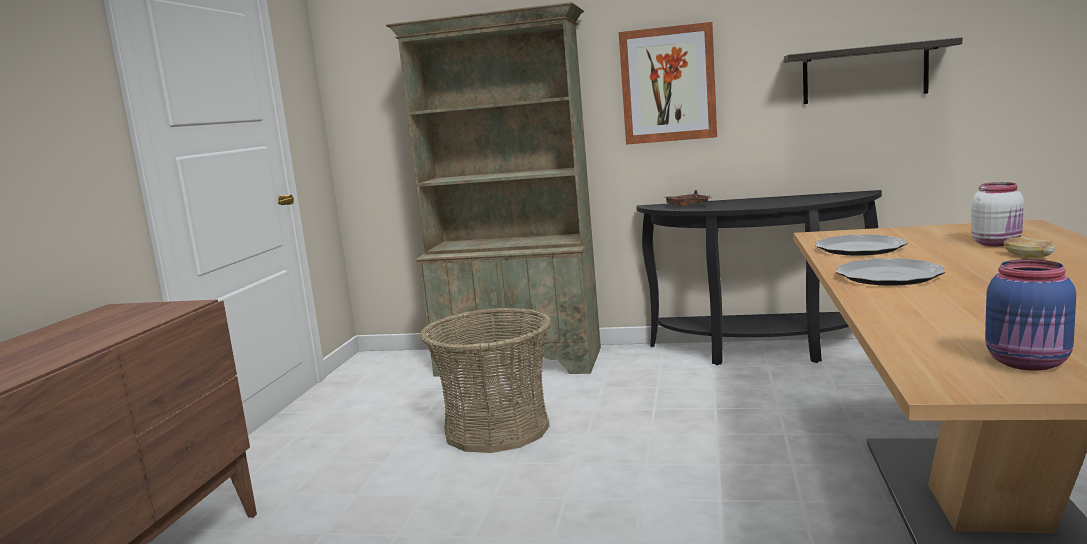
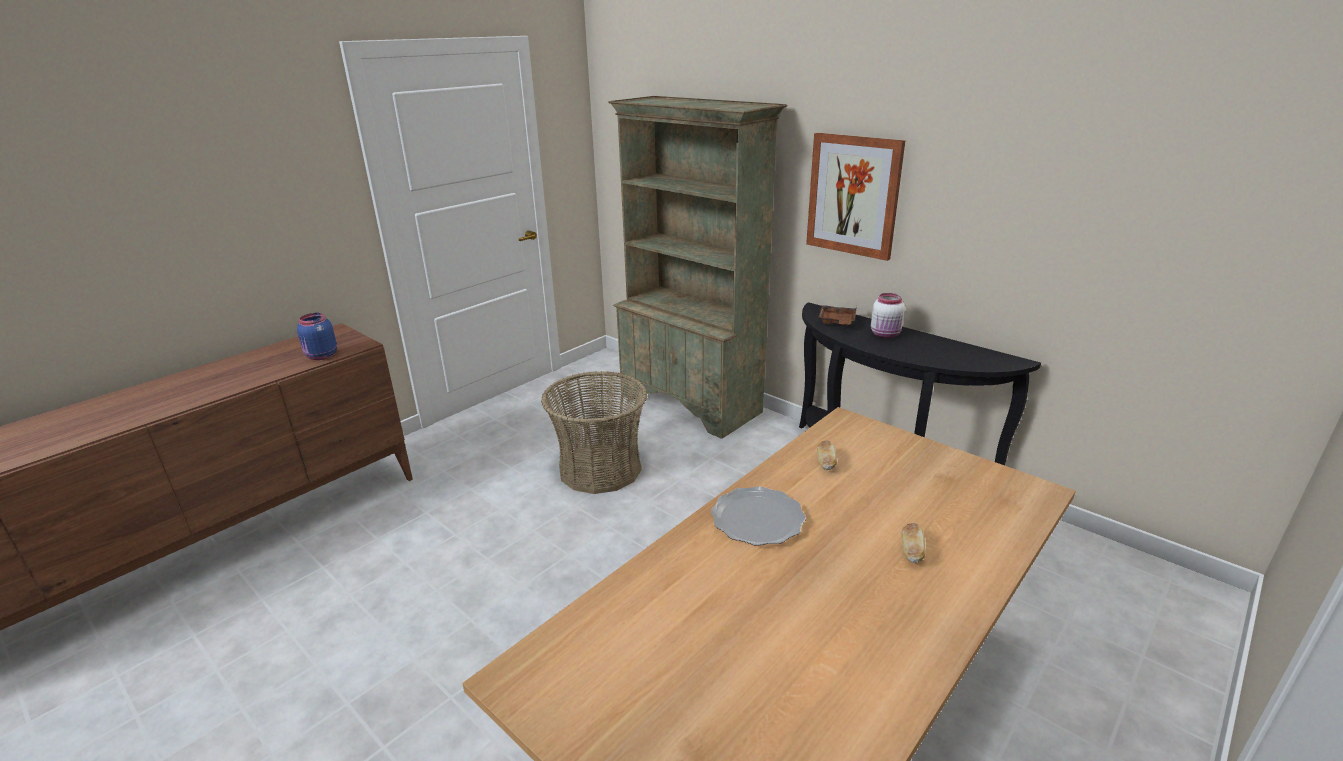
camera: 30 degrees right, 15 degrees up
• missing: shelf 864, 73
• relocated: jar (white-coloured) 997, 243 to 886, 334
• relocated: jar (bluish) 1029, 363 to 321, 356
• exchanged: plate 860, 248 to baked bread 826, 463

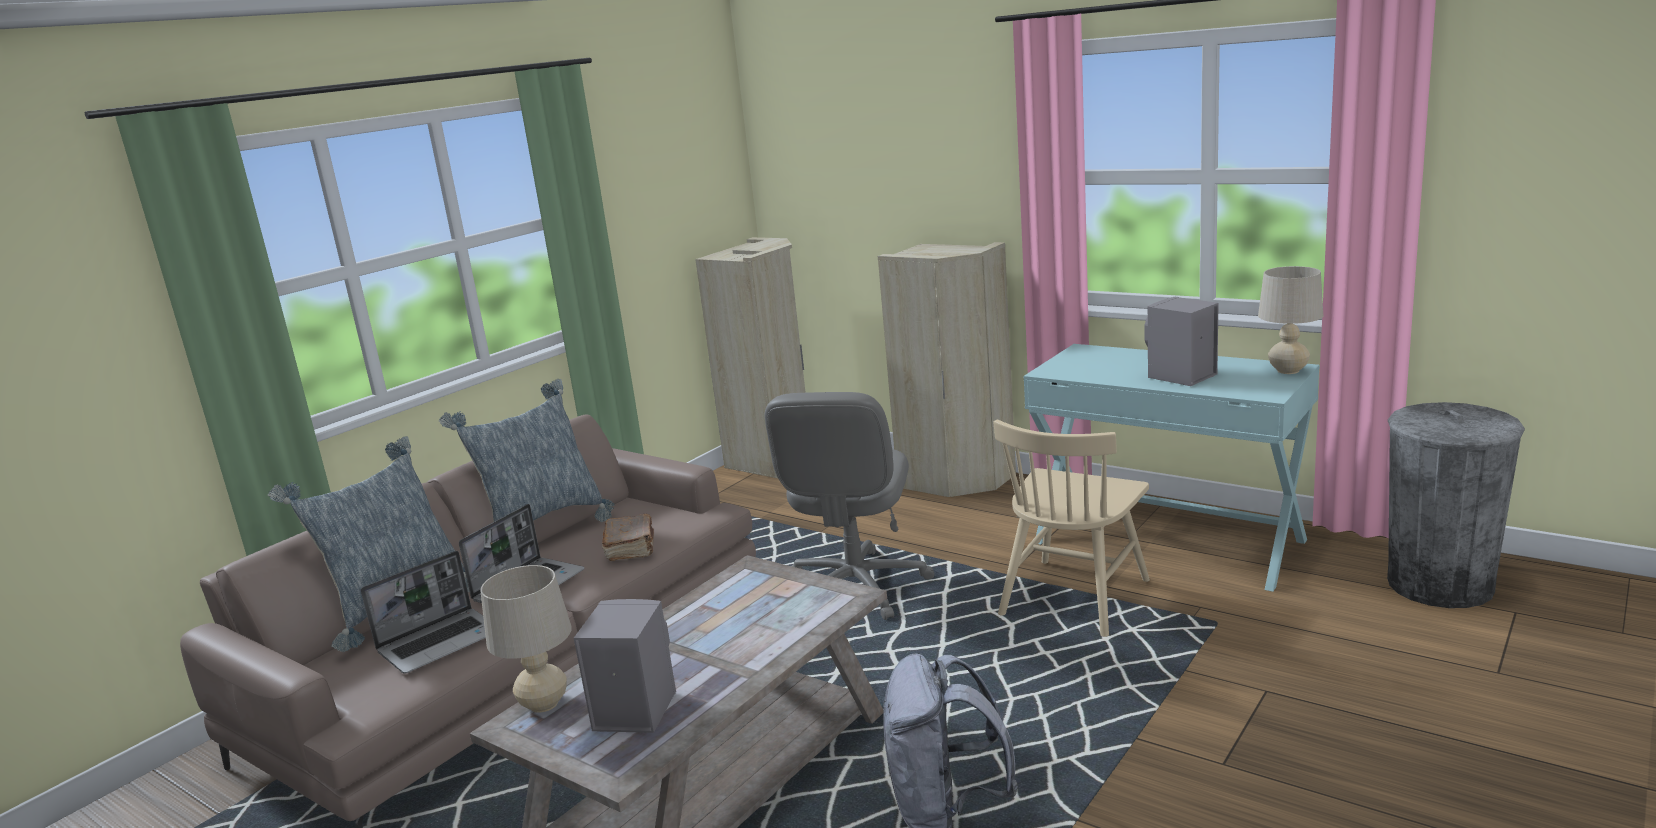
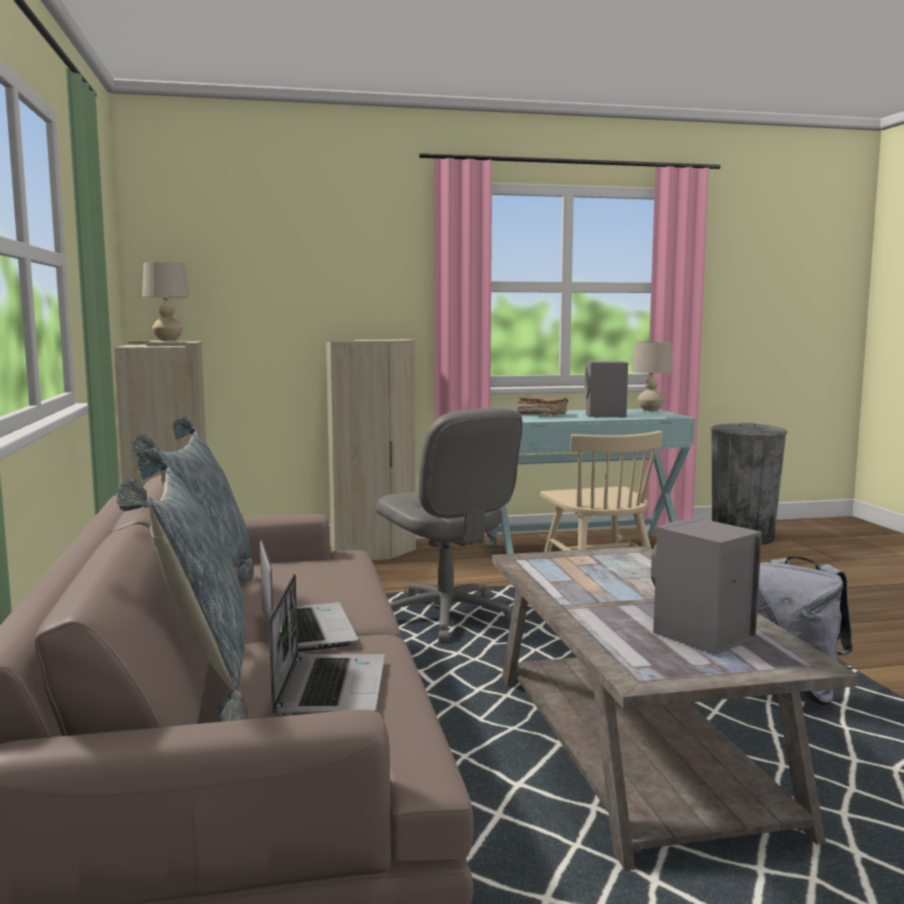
camera: 50 degrees left, 10 degrees down
• relocated: table lamp (beige-coloured) 543, 704 to 168, 340
• relocated: bound book (brownish) 631, 548 to 541, 415

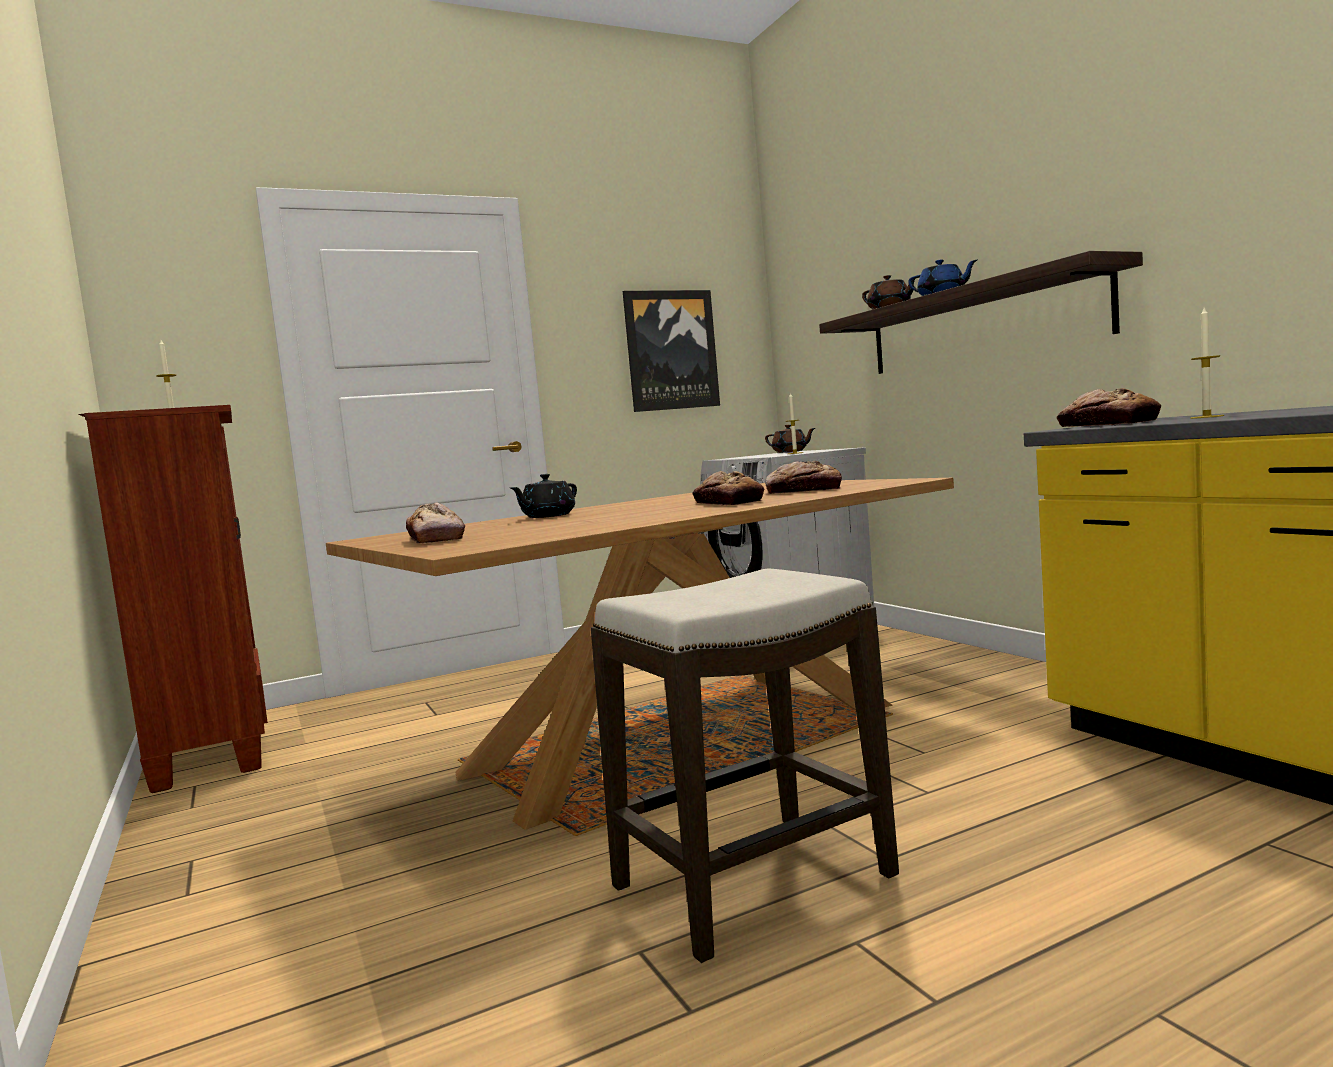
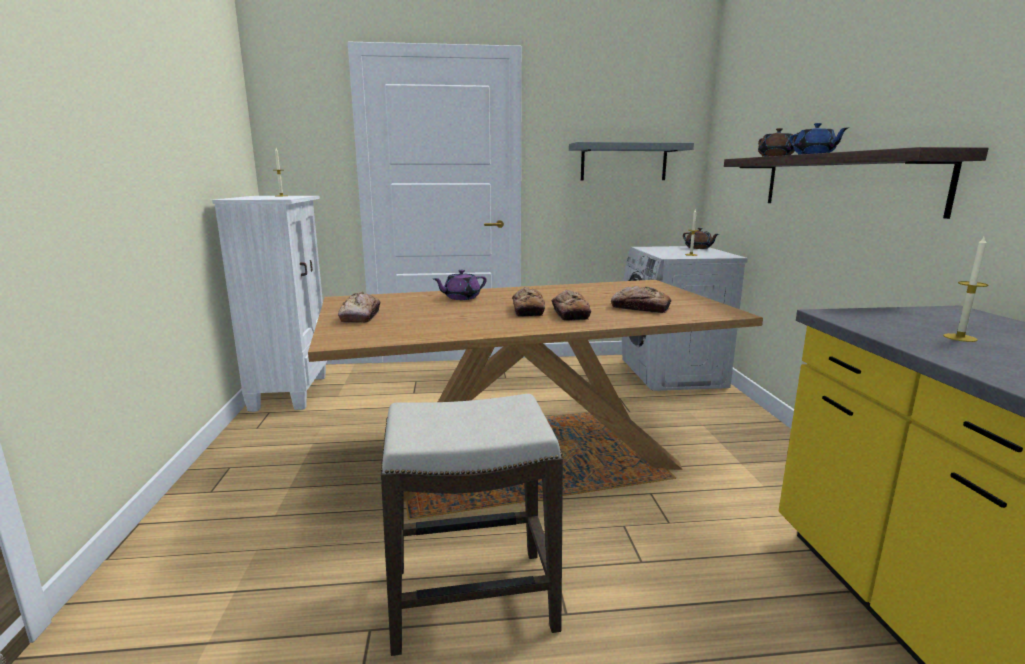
camera: 20 degrees right, 10 degrees up
• relocated: baked bread 1107, 424 to 527, 310
• exchanged: wall art 671, 350 to shelf (greyish) 623, 162
• colour: storage cabinet (brownish) 214, 756 to storage cabinet (white-coloured) 292, 393
• colour: teapot (black-coloured) 547, 516 to teapot (purple) 461, 298

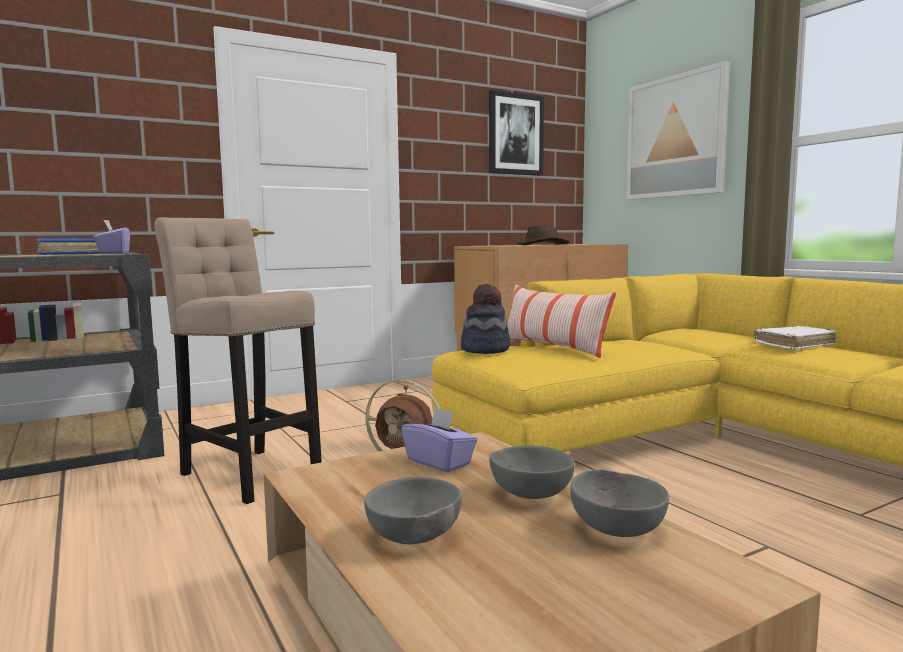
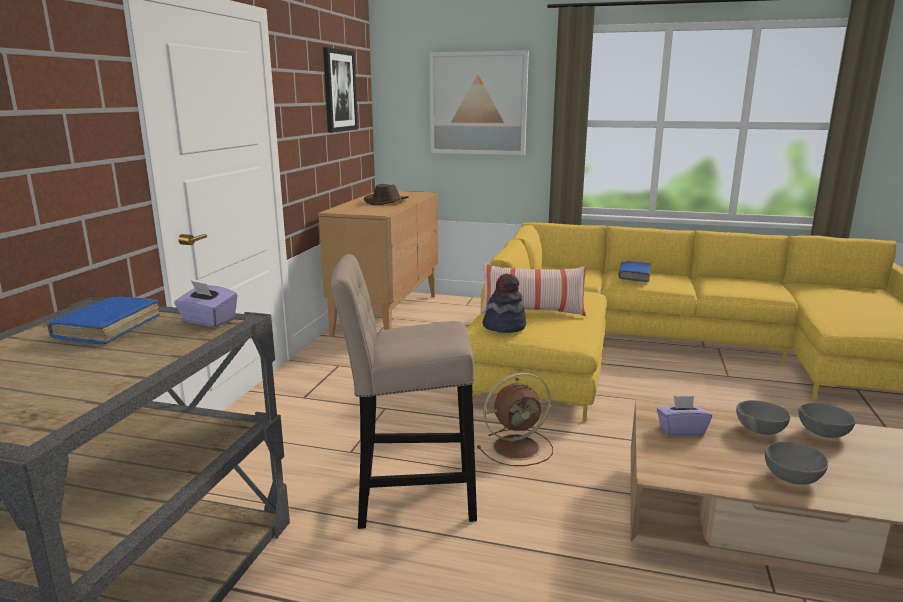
camera: 45 degrees left, 10 degrees up
• colour: bound book (white-coloured) 794, 345 to bound book (bluish) 634, 276

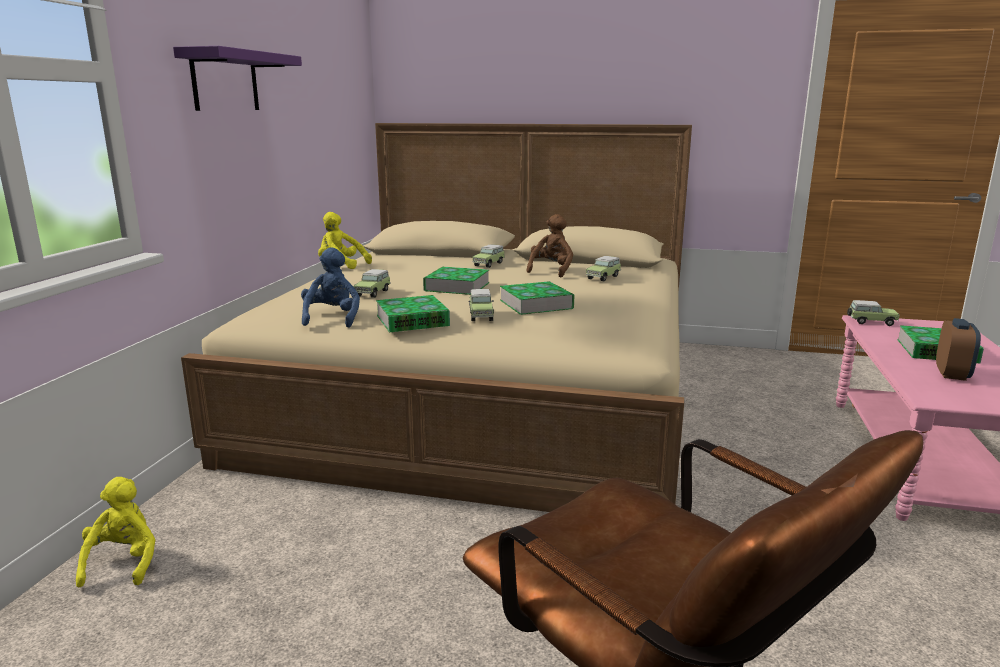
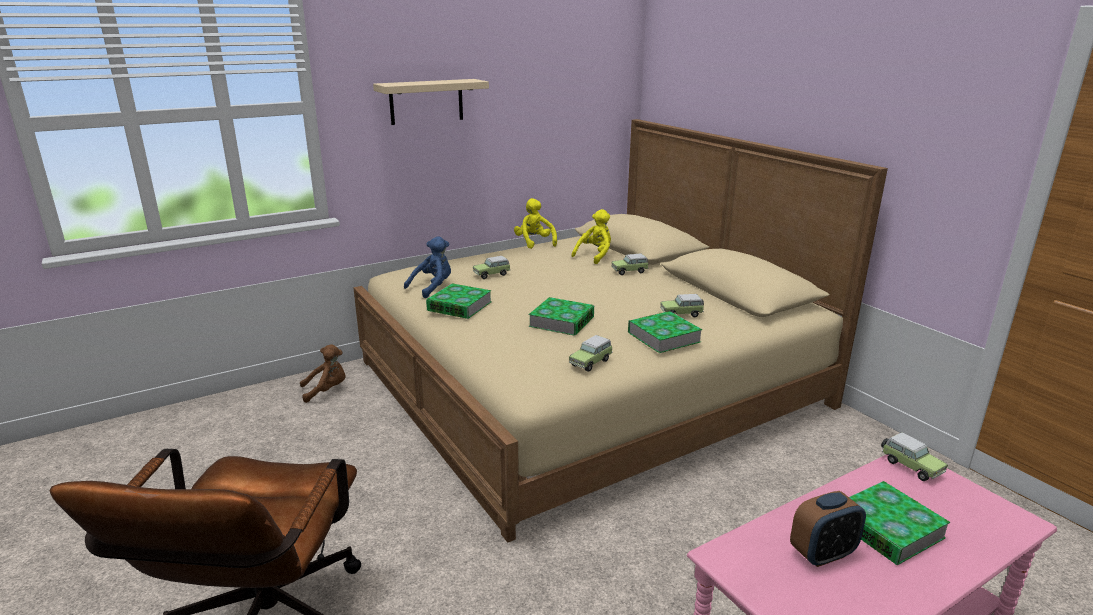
camera: 45 degrees right, 5 degrees up
• relocated: plush toy (yellow) 123, 562 to 595, 256
• relocated: bound book 457, 286 to 663, 337
• relocated: toy car 481, 315 to 591, 362
• relocated: plush toy (brownish) 551, 270 to 327, 390
• colour: shelf (purple) 225, 81 to shelf (beige-coloured) 426, 101

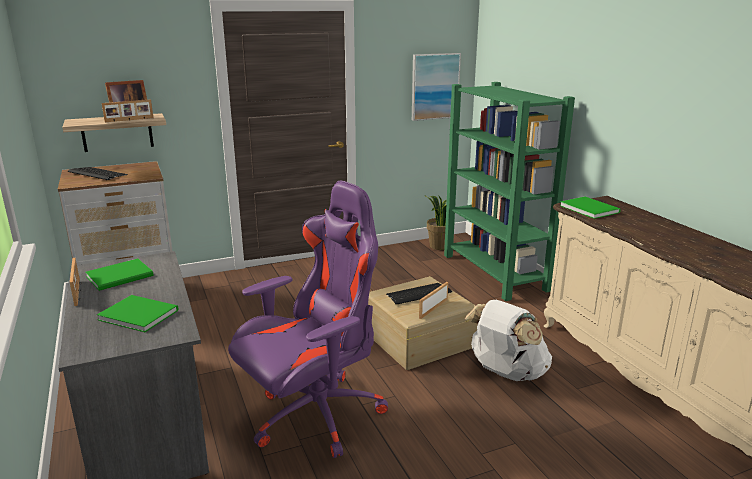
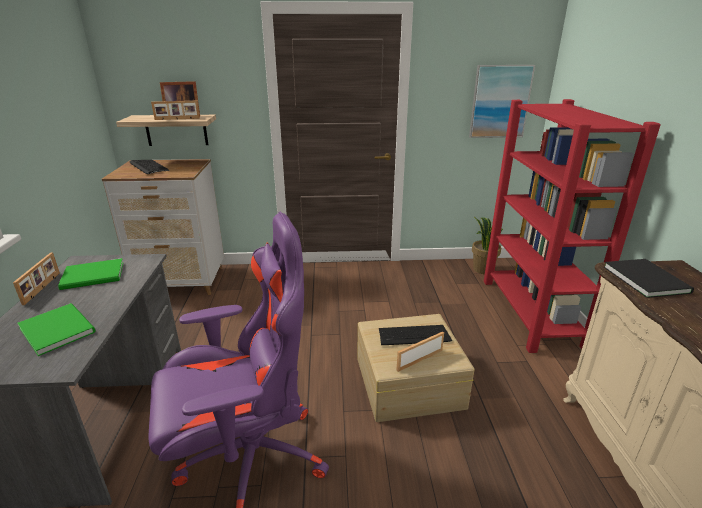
camera: 20 degrees right, 5 degrees up
• missing: backpack (white-coloured) 506, 373
• colour: bookshelf (green) 494, 272 to bookshelf (red) 531, 312
• colour: bound book (green) 589, 208 to bound book (black-coloured) 645, 278

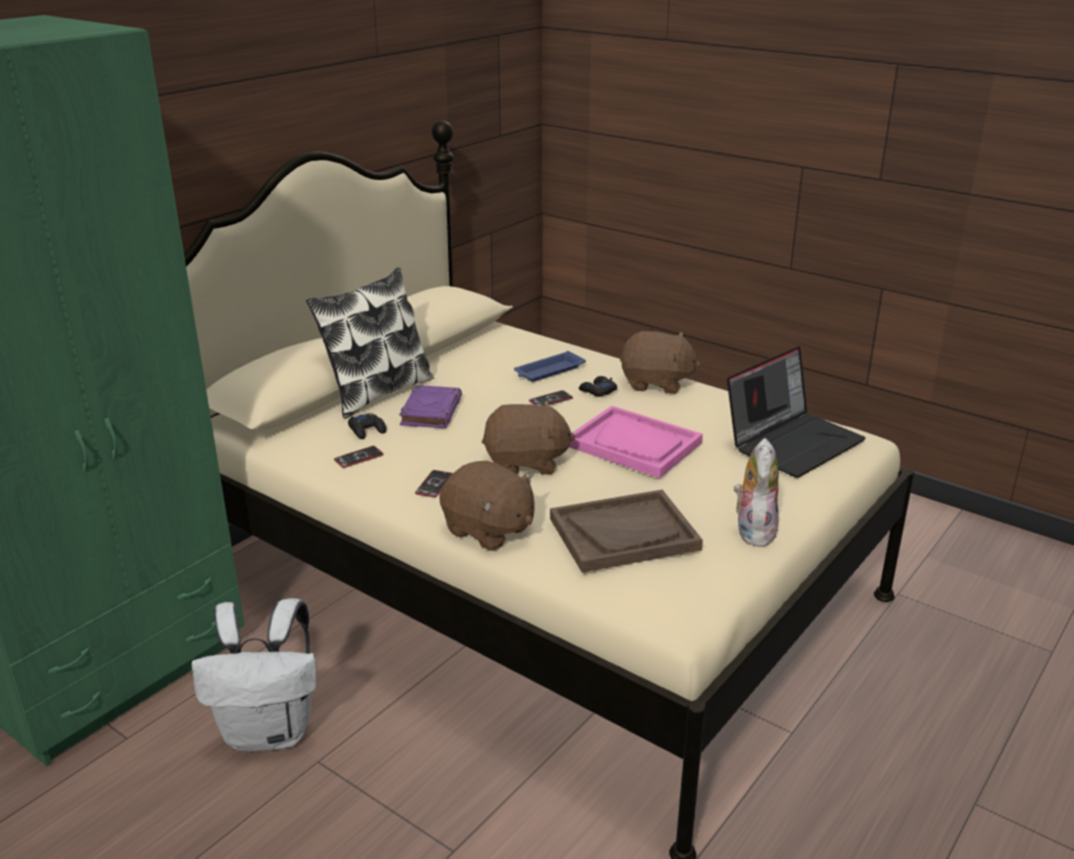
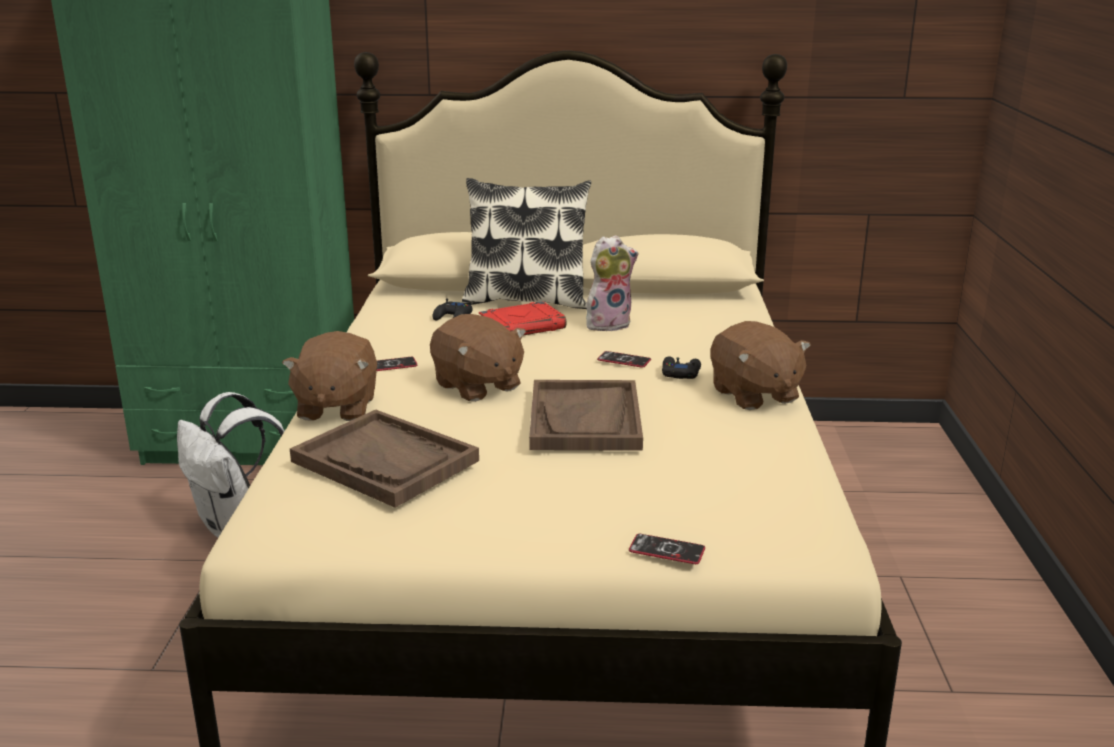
camera: 55 degrees right, 5 degrees down
• missing: tray (bluish) 548, 371
• missing: laptop 793, 442
• relocated: handset 359, 457 to 666, 550
• relocated: plush toy 752, 531 to 608, 324
• colour: bound book (purple) 431, 411 to bound book (red) 523, 326
• colour: tray (pink) 634, 444 to tray (brownish) 585, 419

